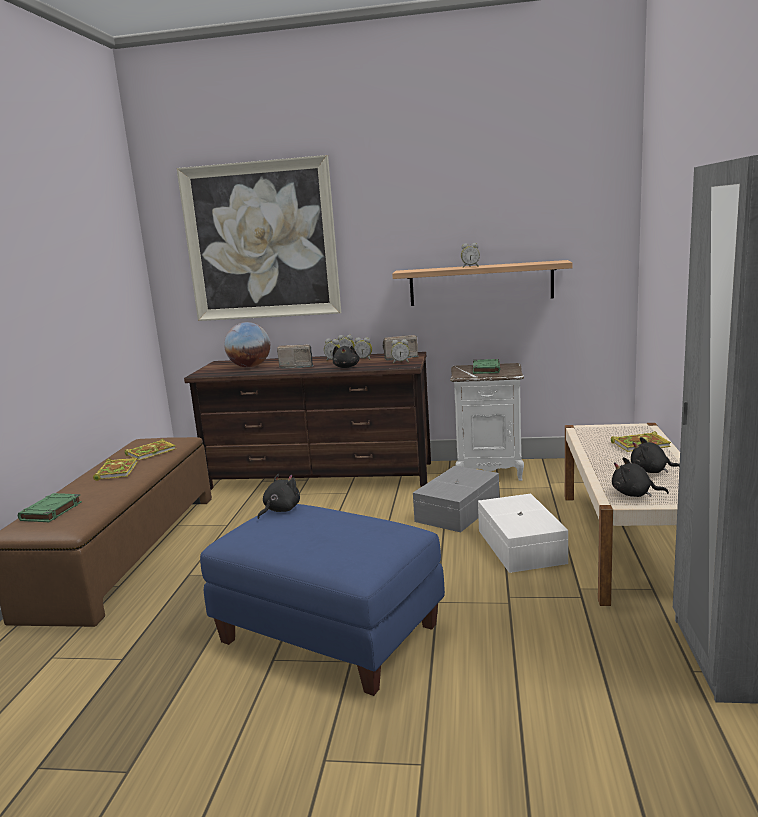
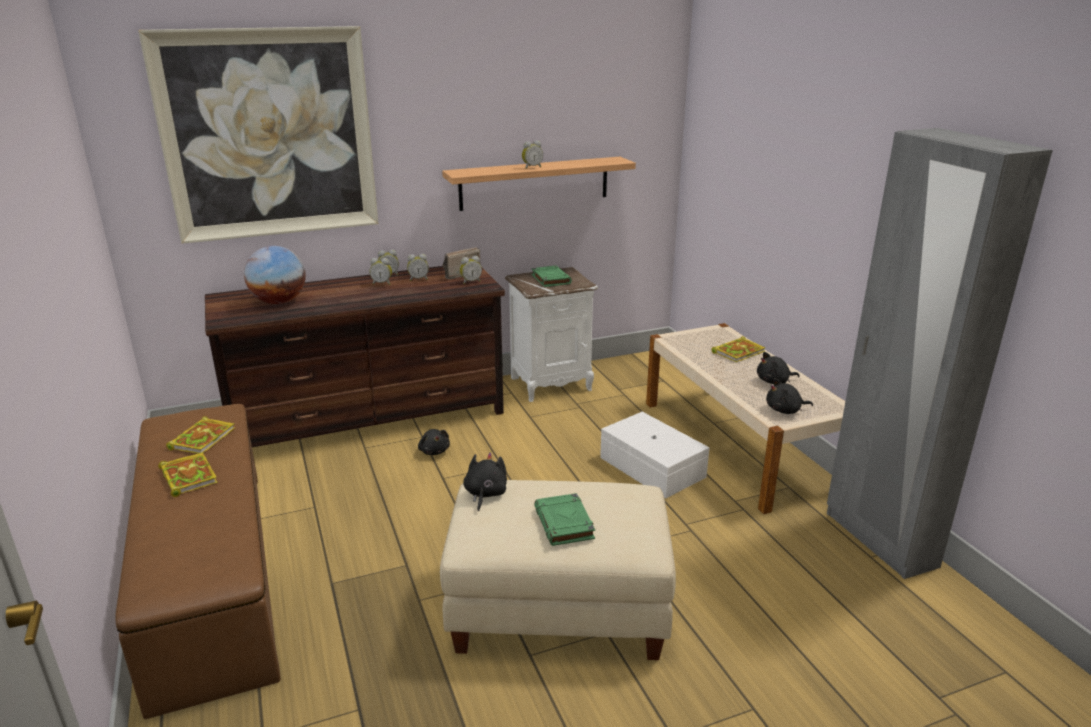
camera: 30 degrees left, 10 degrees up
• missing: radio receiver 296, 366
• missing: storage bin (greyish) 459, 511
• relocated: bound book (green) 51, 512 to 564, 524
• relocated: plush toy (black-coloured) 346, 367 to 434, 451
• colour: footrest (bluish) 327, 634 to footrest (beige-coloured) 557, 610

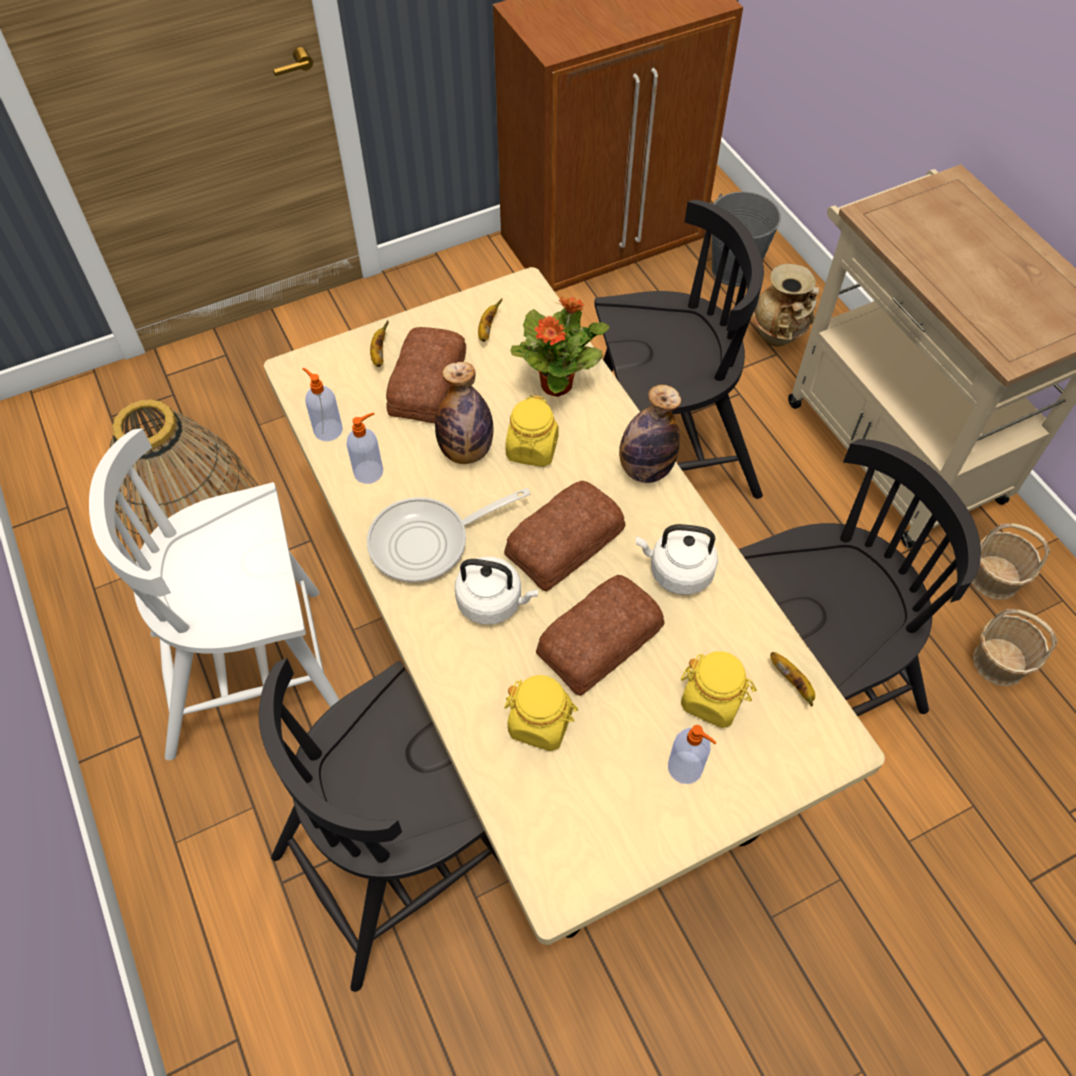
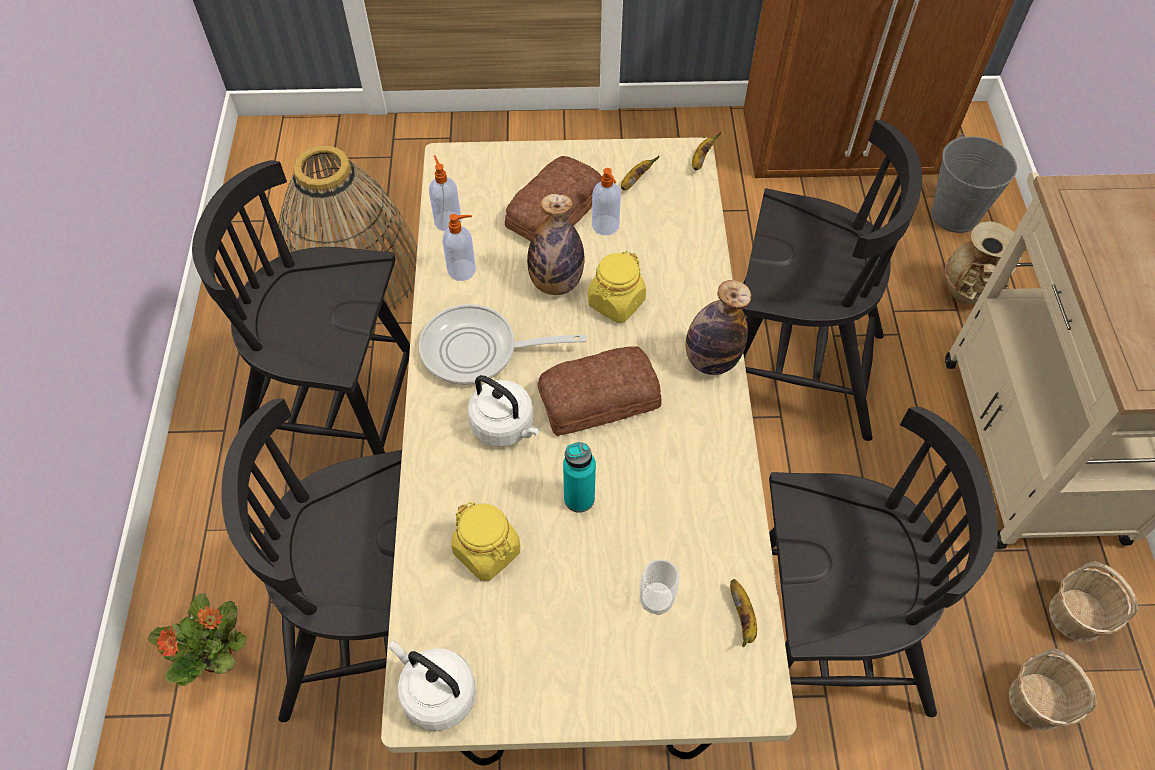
camera: 25 degrees right, 0 degrees up
• relocated: banana 379, 353 to 701, 159
• relocated: plant in a pot 557, 384 to 219, 657
• relocated: tea kettle (white-coloured) 677, 572 to 436, 693
• relocated: soap dispenser 686, 768 to 606, 226
• exchanged: baked bread 597, 640 to drink bottle (turquoise) 579, 498
• exchanged: jar (yellow) 713, 699 to small cup 656, 599
• colour: chair (white-coloured) 251, 669 to chair (black-coloured) 336, 412

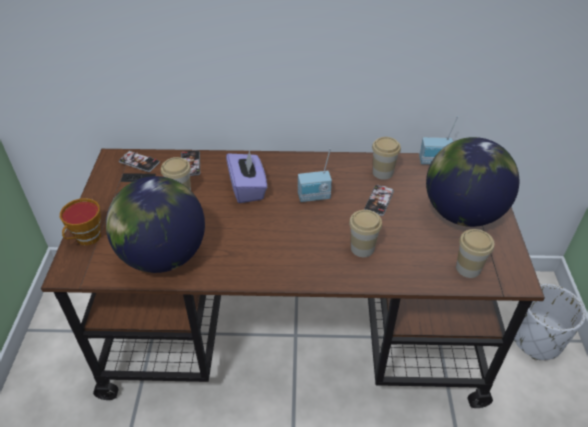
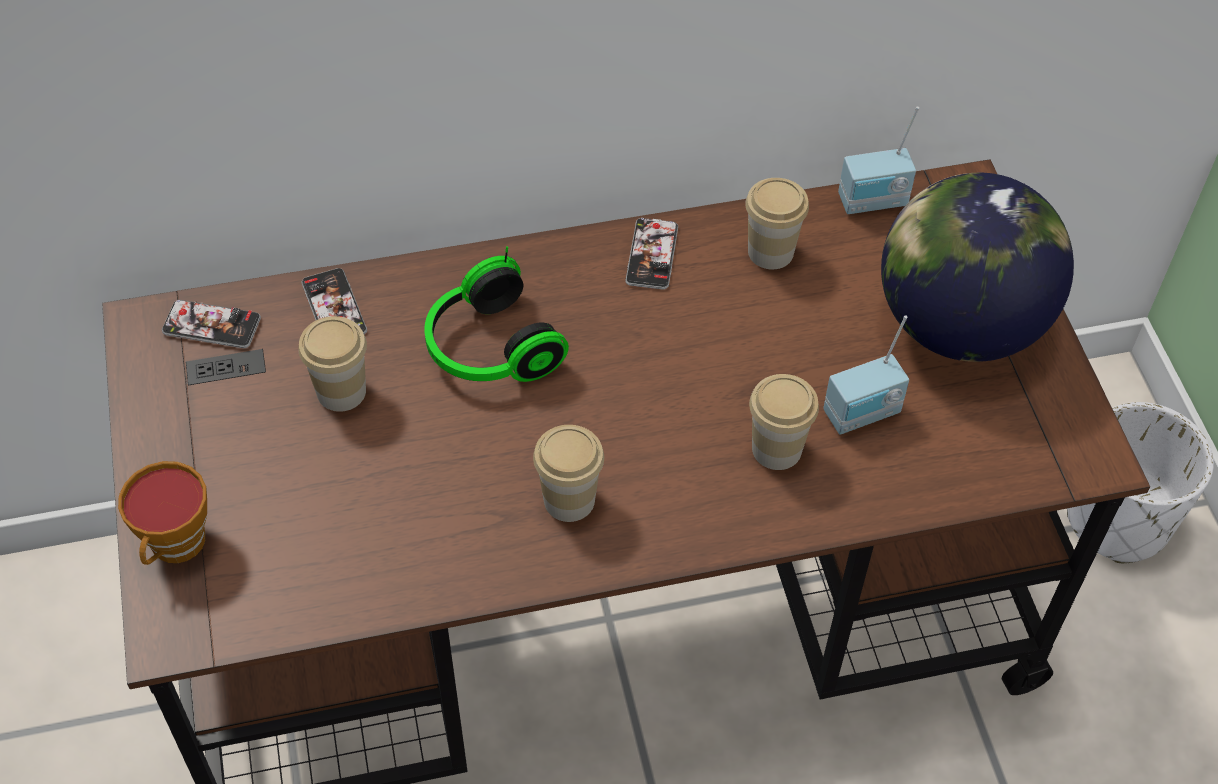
camera: 15 degrees left, 10 degrees up
• missing: desk globe 163, 256
• relocated: radio receiver 314, 197 to 863, 415
• relocated: handset 379, 201 to 652, 255
• relocated: small cup 468, 268 to 569, 500
• exchanged: tissue box (purple) 247, 188 to headphones 488, 348

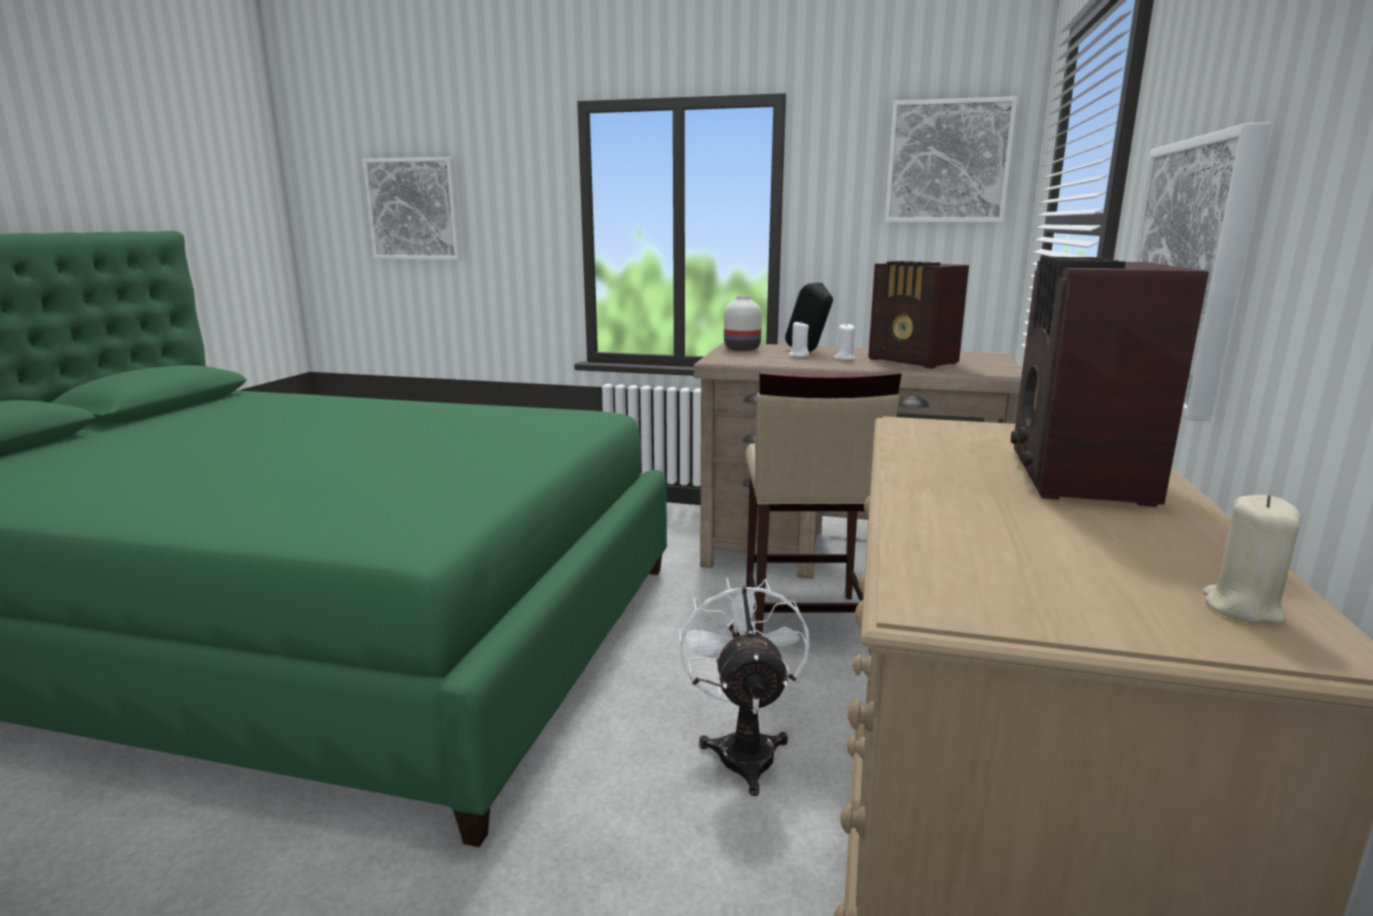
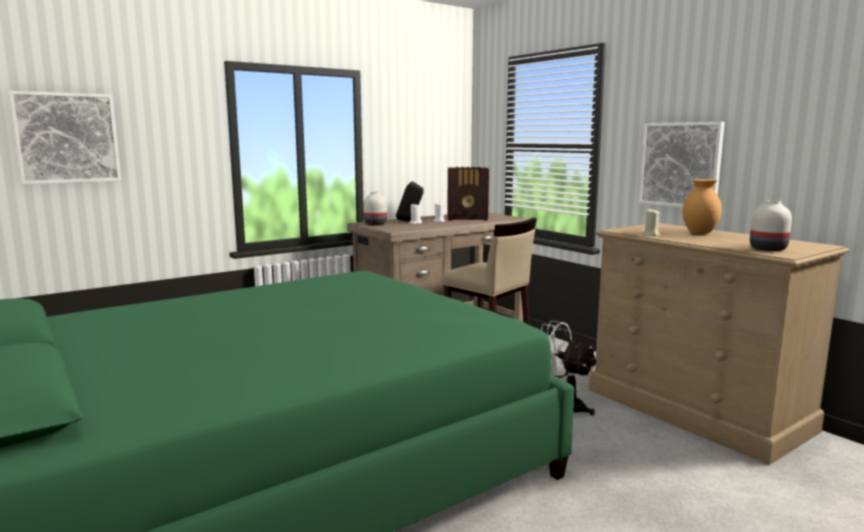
camera: 50 degrees left, 5 degrees down
• missing: wall art 947, 162
• appeared: flower vase (white-coloured) 766, 249
• relocated: candle (beige-coloured) 1242, 608 to 650, 235
• exchanged: radio receiver 1076, 477 to flower vase (brownish) 700, 233

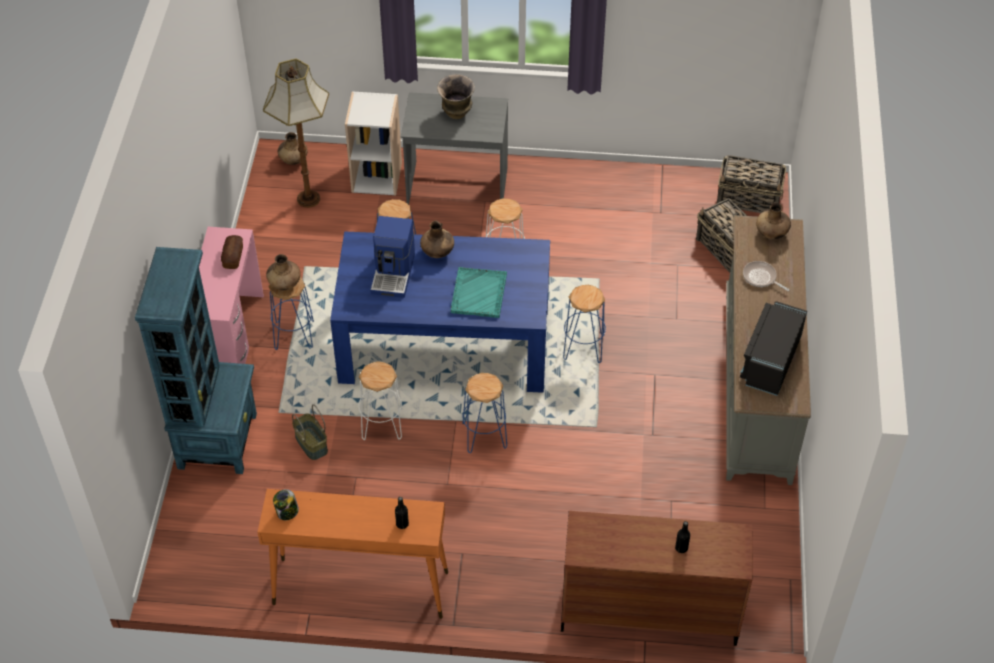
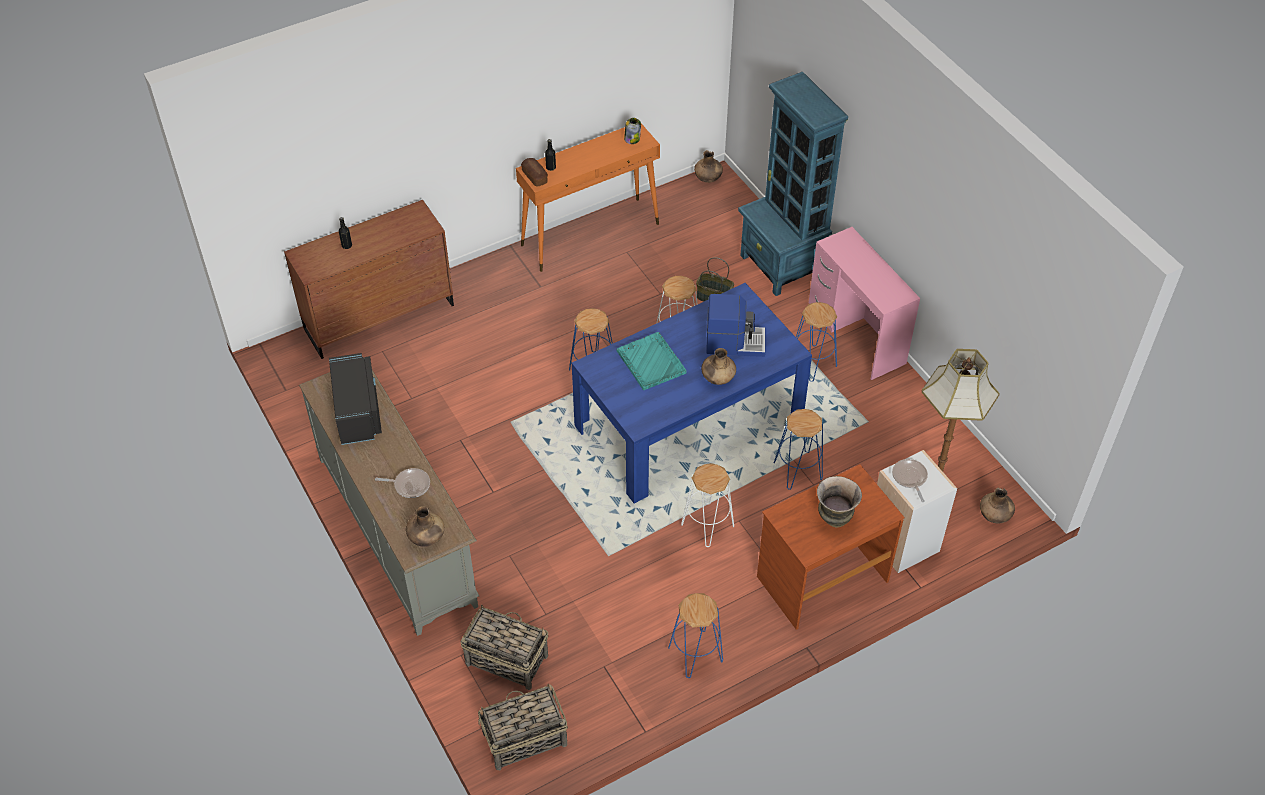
camera: 145 degrees right, 0 degrees up
• appeared: frying pan 910, 478
• relocated: baked bread 233, 257 to 534, 177
• relocated: flower vase (brownish) 284, 284 to 708, 178
• relocated: stool (bluish) 583, 347 to 695, 654
• colour: desk (greyish) 457, 186 to desk (brownish) 822, 578
• spun: coffee brewer 394, 273 = 734, 342 120 degrees clockwise

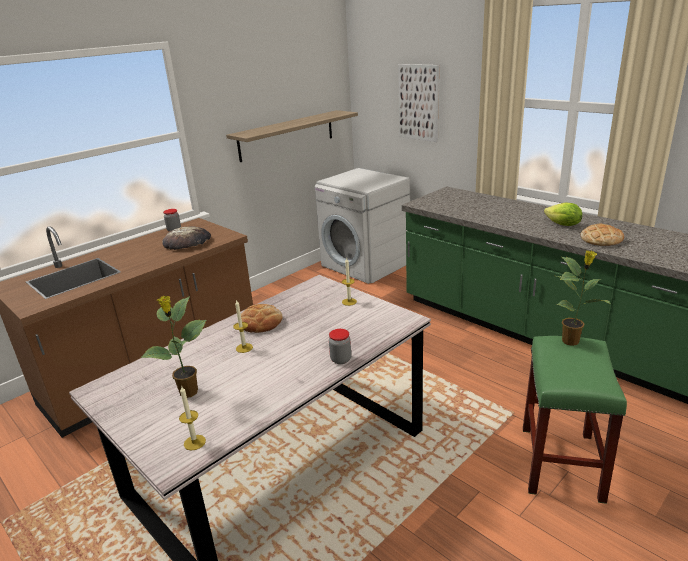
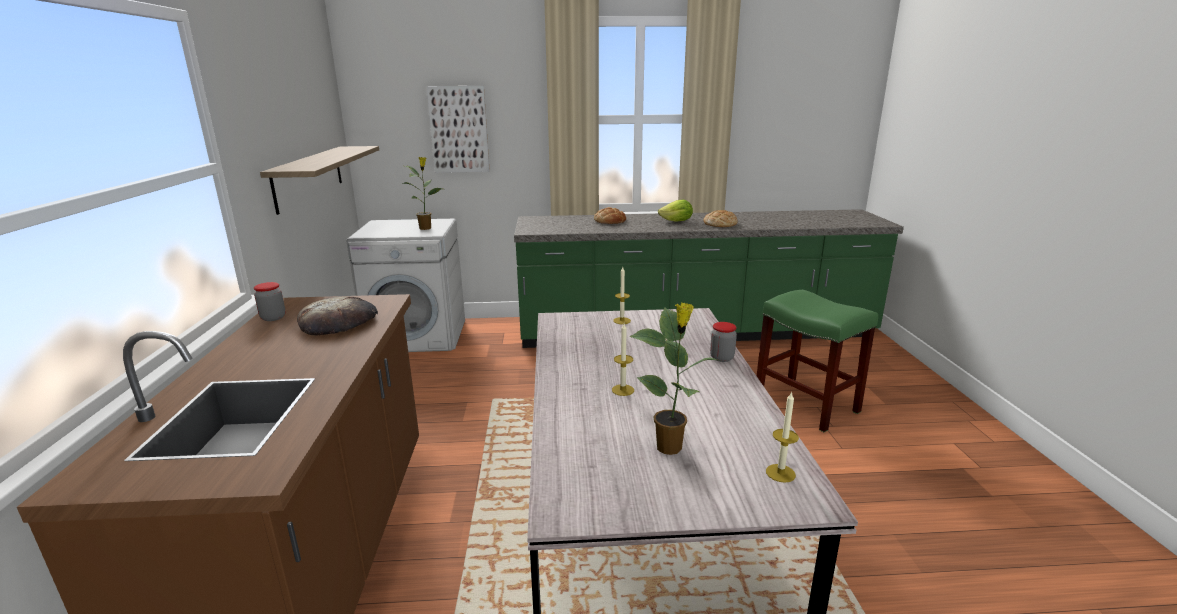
camera: 50 degrees left, 5 degrees down
• relocated: baked bread 261, 323 to 610, 221
• relocated: plant in a pot 571, 341 to 426, 228

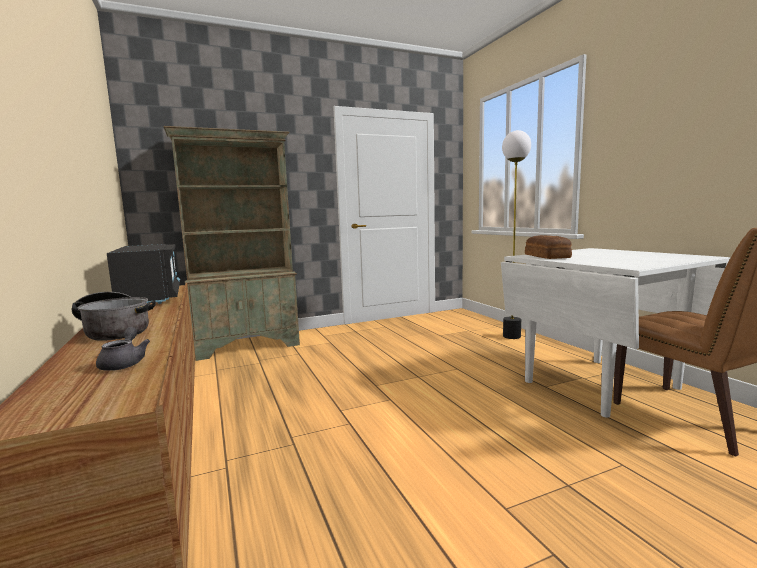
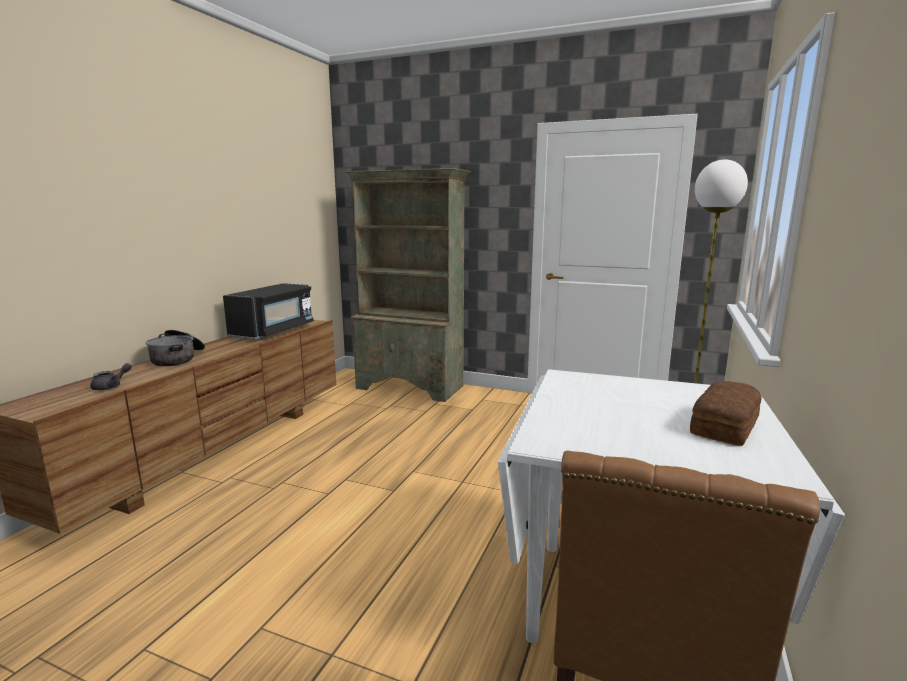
camera: 45 degrees right, 5 degrees up
• relocated: baked bread 547, 256 to 726, 426

